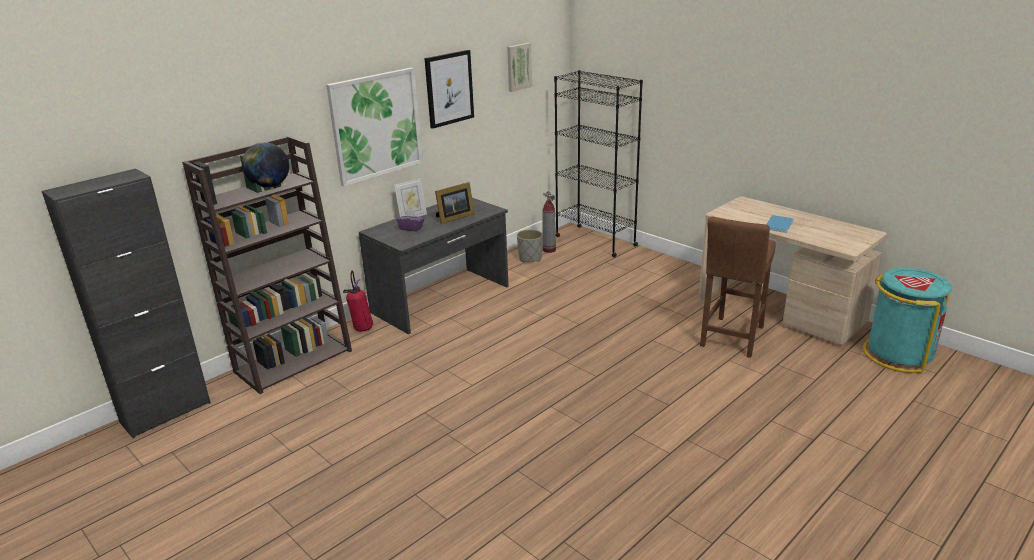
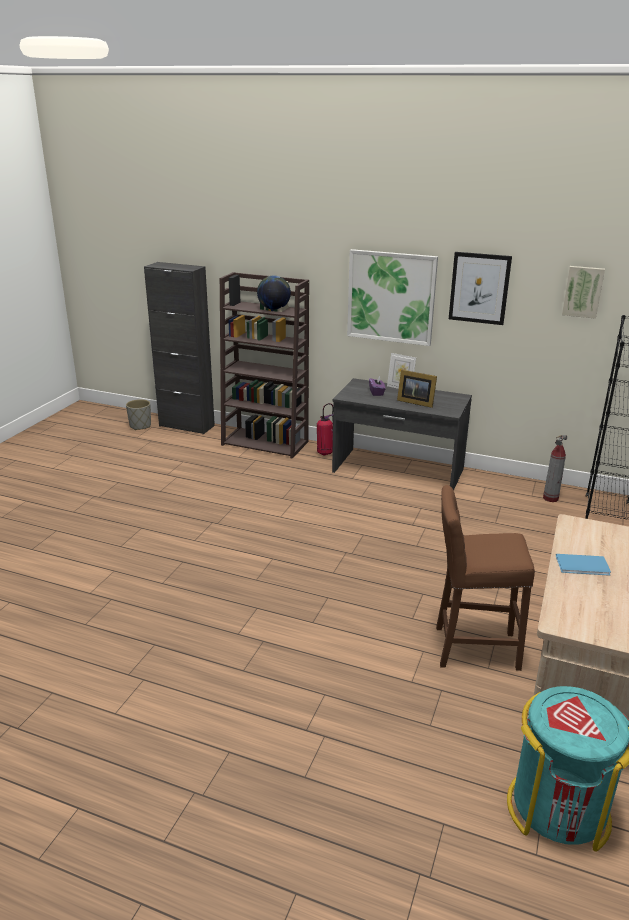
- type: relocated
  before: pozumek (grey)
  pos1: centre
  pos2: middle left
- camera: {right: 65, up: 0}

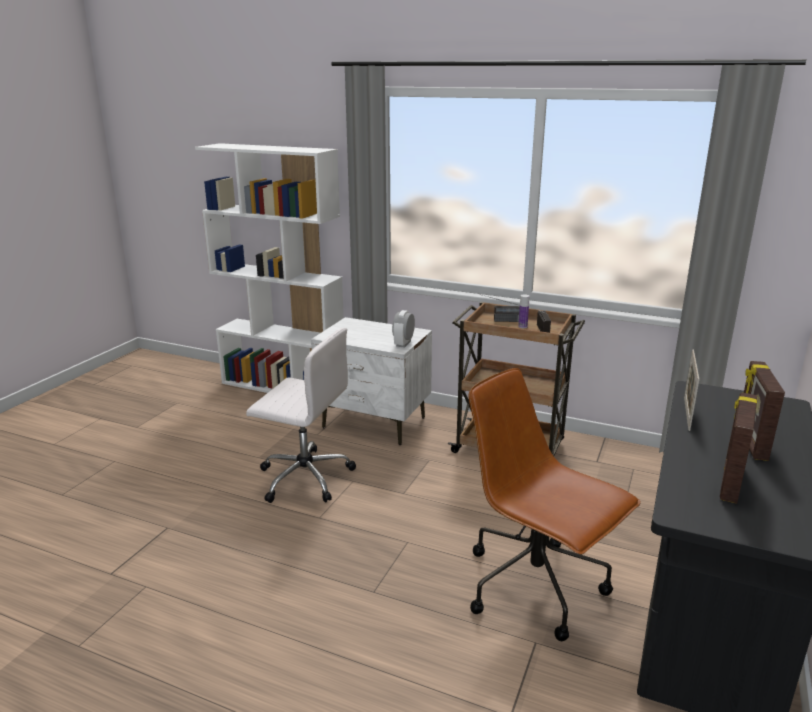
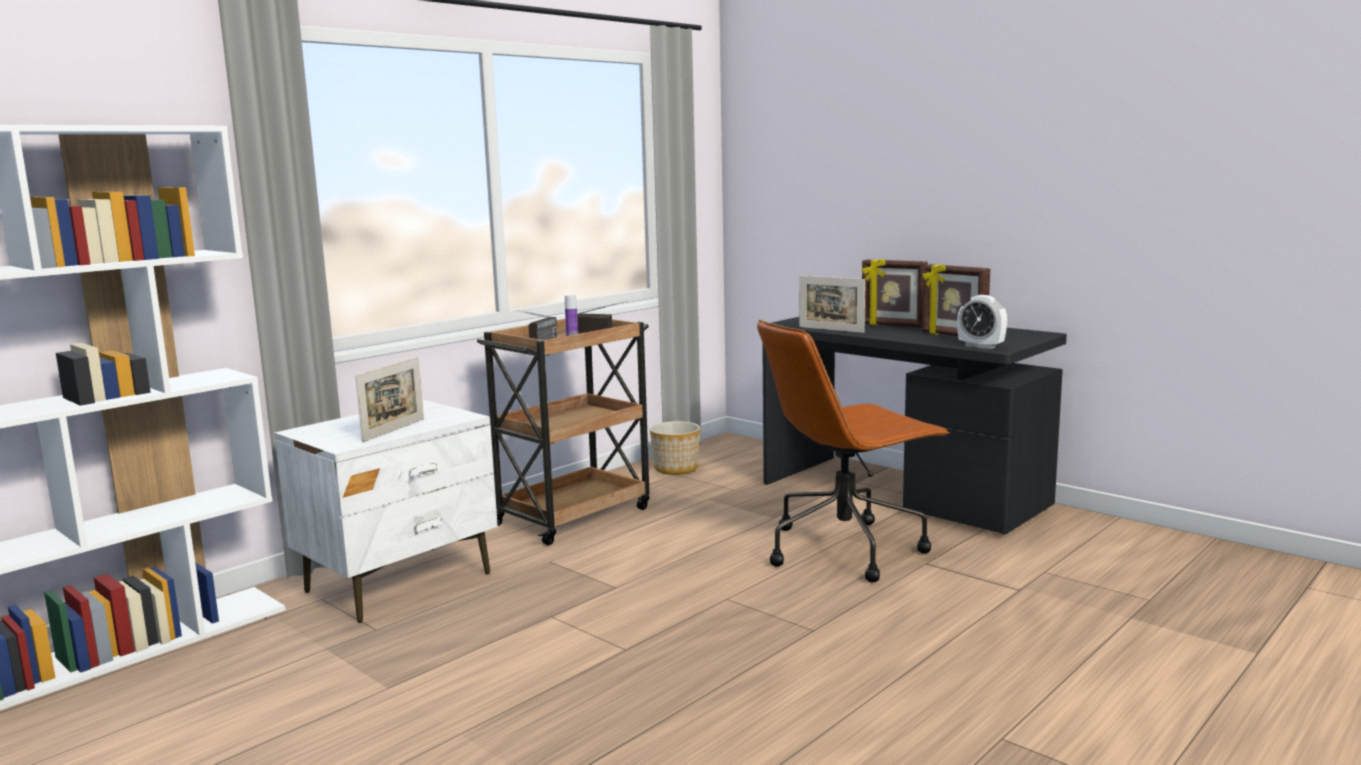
- type: missing
  before: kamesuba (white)
  pos1: centre
- type: appeared
  after: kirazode (no. 1 from left)
  pos2: middle left
- type: appeared
  after: pozumek
  pos2: centre
- type: relocated
  before: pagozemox
  pos1: centre
  pos2: middle right
- camera: {right: -70, up: -10}

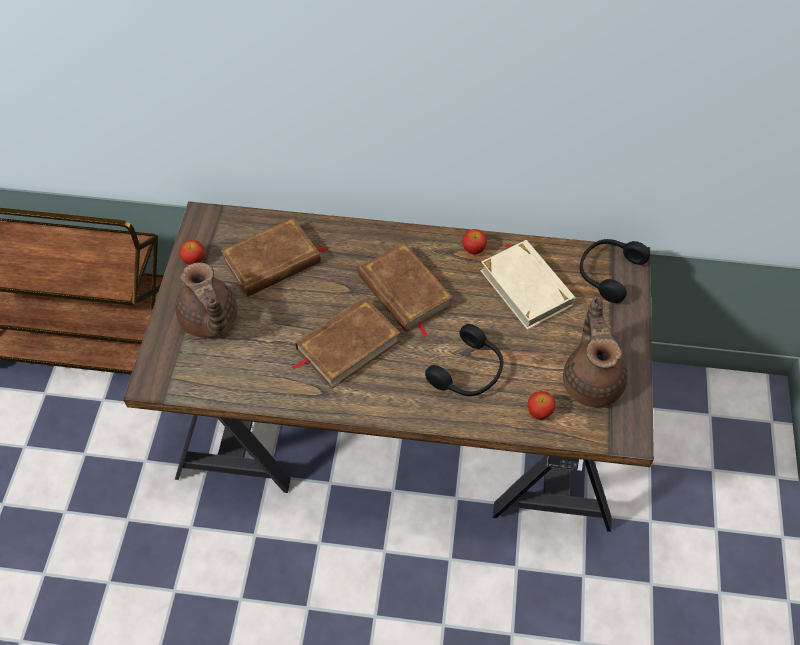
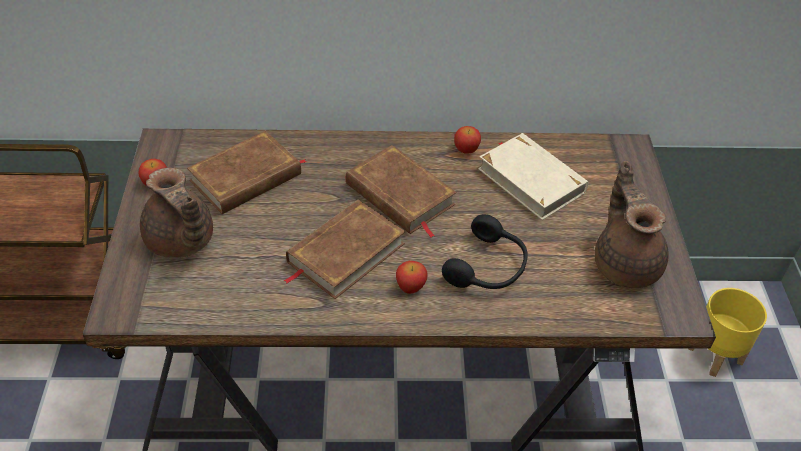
- type: missing
  before: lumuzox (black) (no. 2 from left)
  pos1: middle right
- type: appeared
  after: pozumek (yellow)
  pos2: bottom right
- type: relocated
  before: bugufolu (no. 3 from left in the first image)
  after: bugufolu (no. 2 from left)
  pos1: middle right
  pos2: centre
- camera: {right: -10, up: -10}

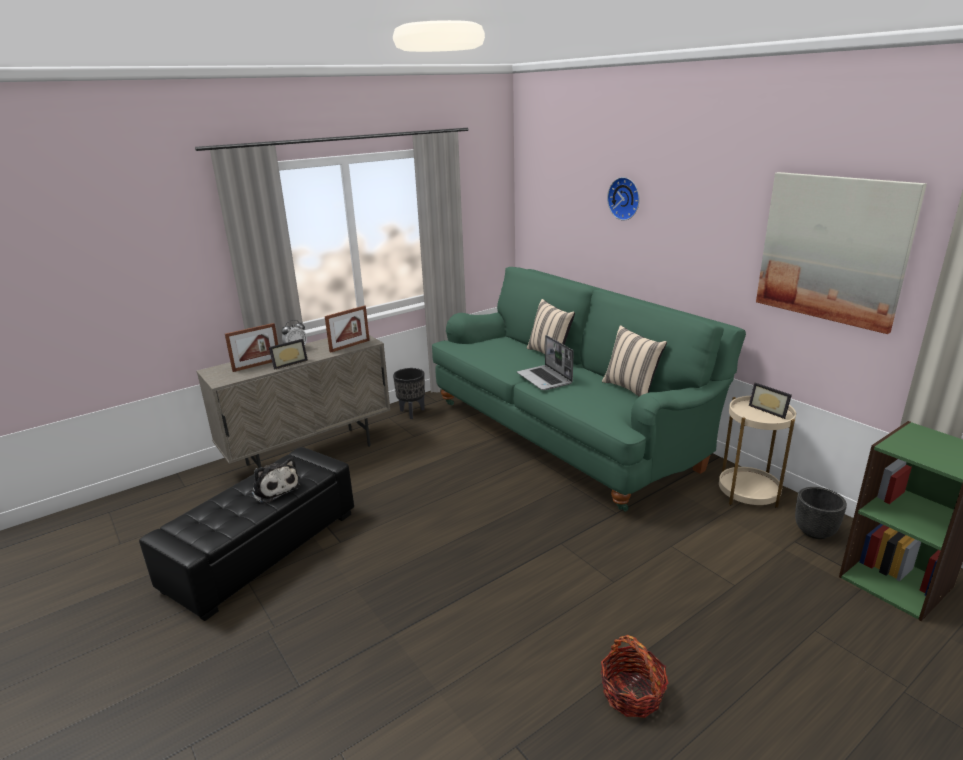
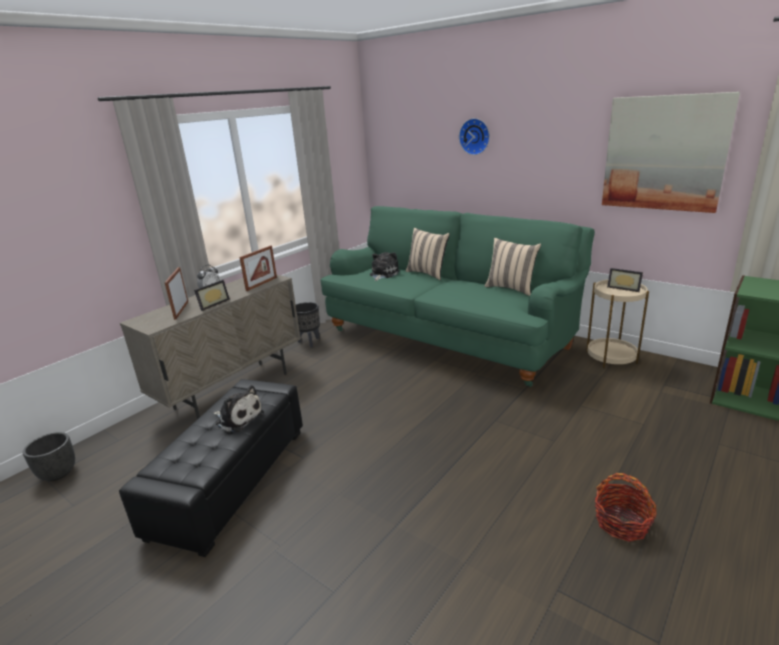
- type: missing
  before: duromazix
  pos1: centre
- type: appeared
  after: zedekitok (no. 2 from left)
  pos2: centre
- type: relocated
  before: pozumek (black) (no. 2 from left in the first image)
  after: pozumek (black) (no. 1 from left)
  pos1: bottom right
  pos2: bottom left
- type: spun
  before: kirazode (no. 1 from left)
  pos1: middle left
  pos2: middle left
  turn: 135
- camera: {right: -15, up: 0}

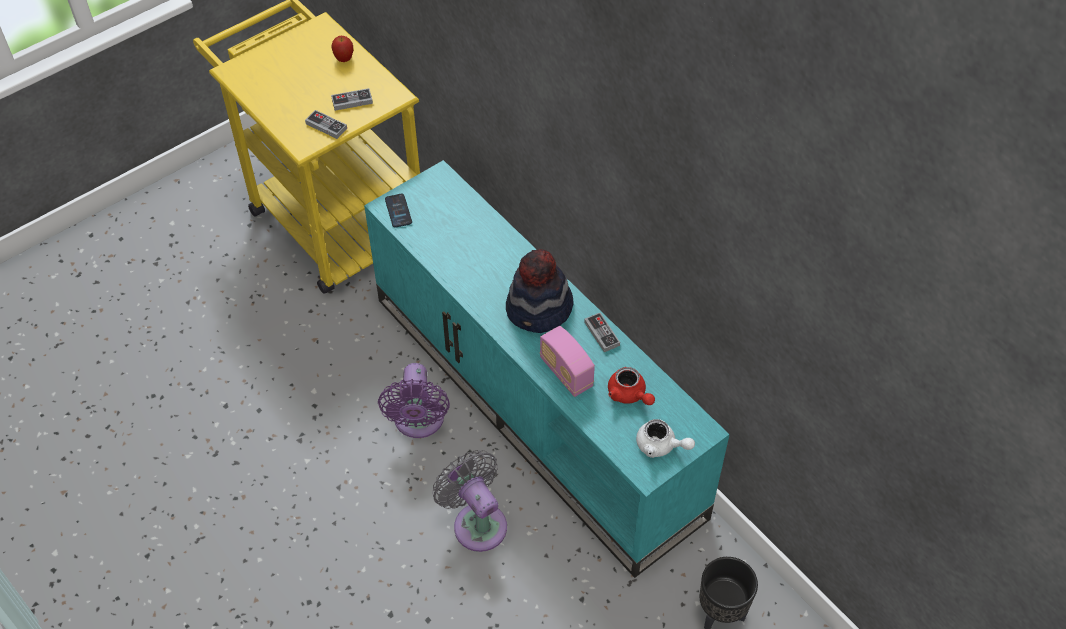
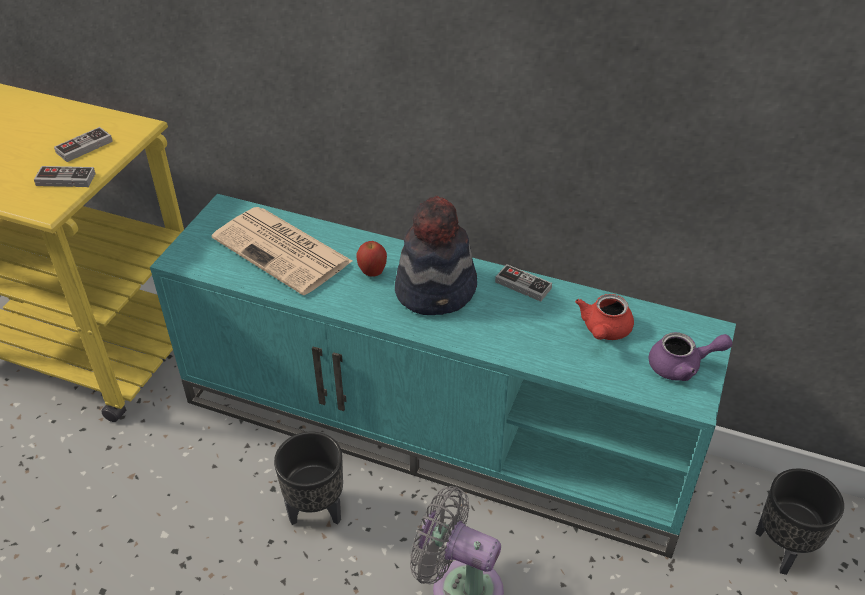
- type: missing
  before: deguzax
  pos1: centre
- type: missing
  before: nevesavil
  pos1: centre
- type: appeared
  after: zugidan
  pos2: middle left
- type: relocated
  before: bugufolu
  pos1: top left
  pos2: centre
- type: exchanged
  before: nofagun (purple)
  after: pozumek (black) (no. 1 from left)
  pos1: centre
  pos2: bottom centre
- type: colour
  before: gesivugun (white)
  after: gesivugun (purple)
  pos1: bottom centre
  pos2: middle right
- type: spun
  before: gesivugun (red)
  pos1: centre
  pos2: middle right
  turn: 90
- camera: {right: -30, up: -10}

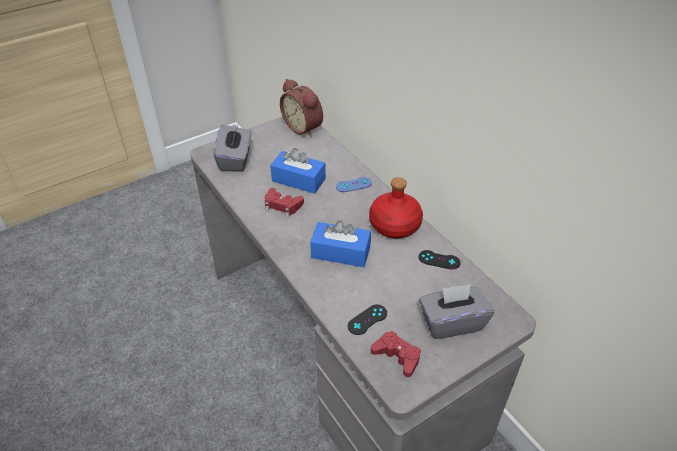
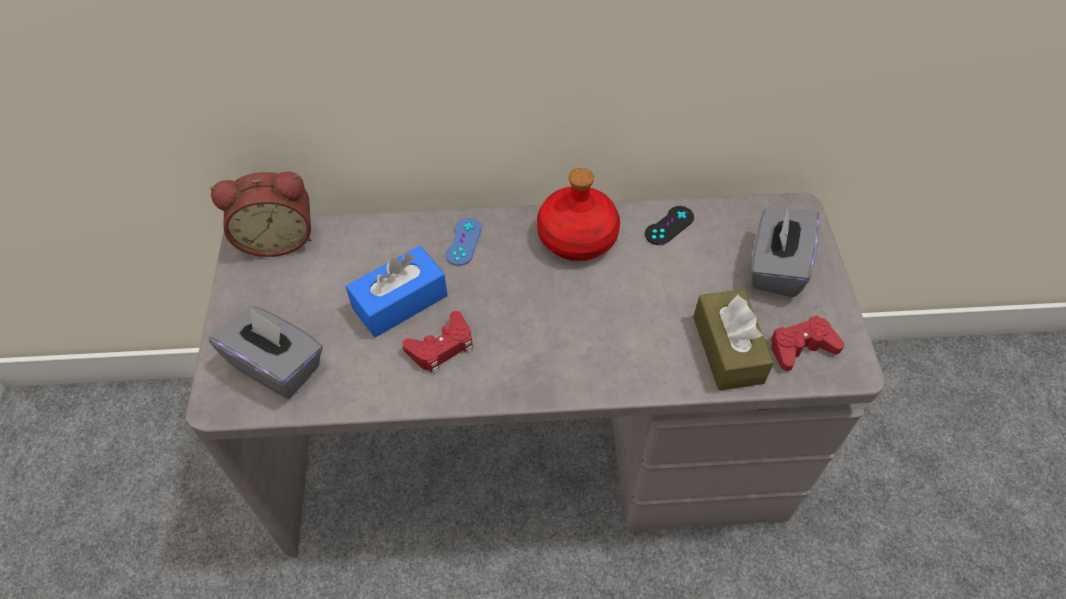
- type: missing
  before: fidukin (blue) (no. 2 from left)
  pos1: centre
- type: exchanged
  before: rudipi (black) (no. 1 from left)
  after: fidukin (brown)
  pos1: bottom centre
  pos2: middle right
- camera: {right: -60, up: 10}

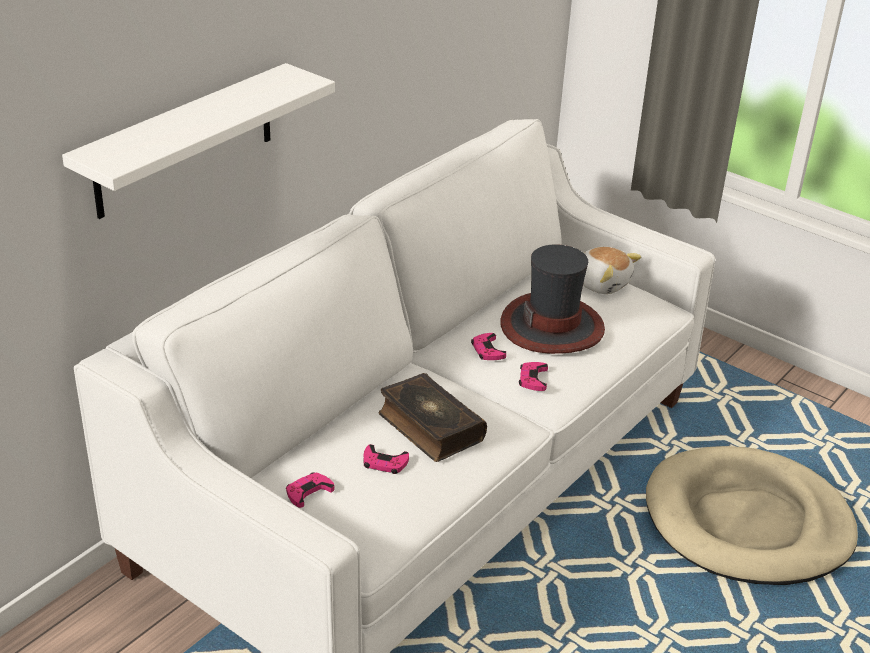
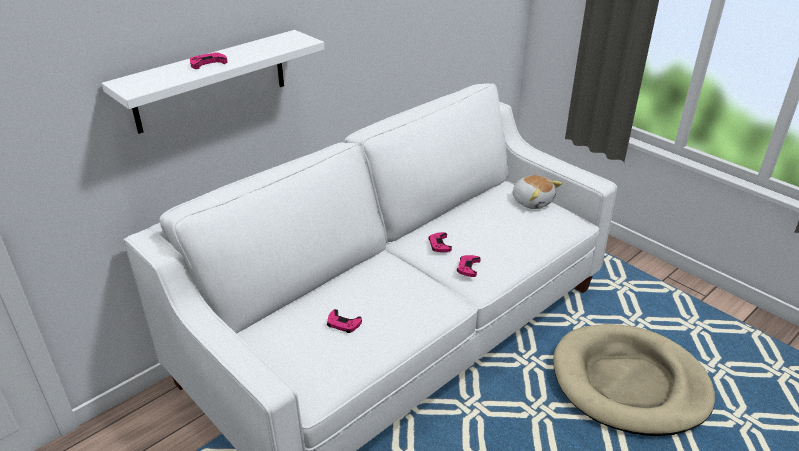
- type: missing
  before: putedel
  pos1: centre
- type: missing
  before: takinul
  pos1: centre
- type: relocated
  before: rudipi (pink) (no. 1 from left)
  pos1: bottom centre
  pos2: top left
- camera: {right: 10, up: 0}

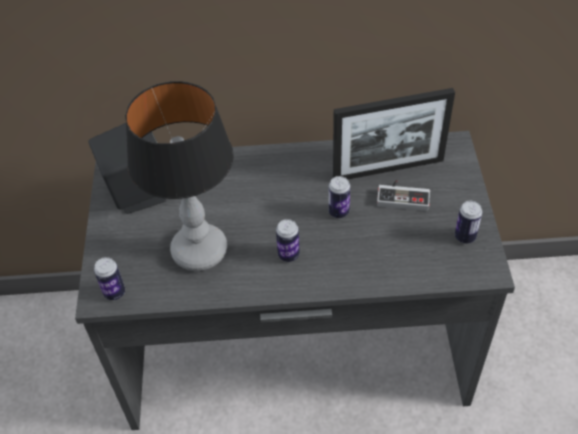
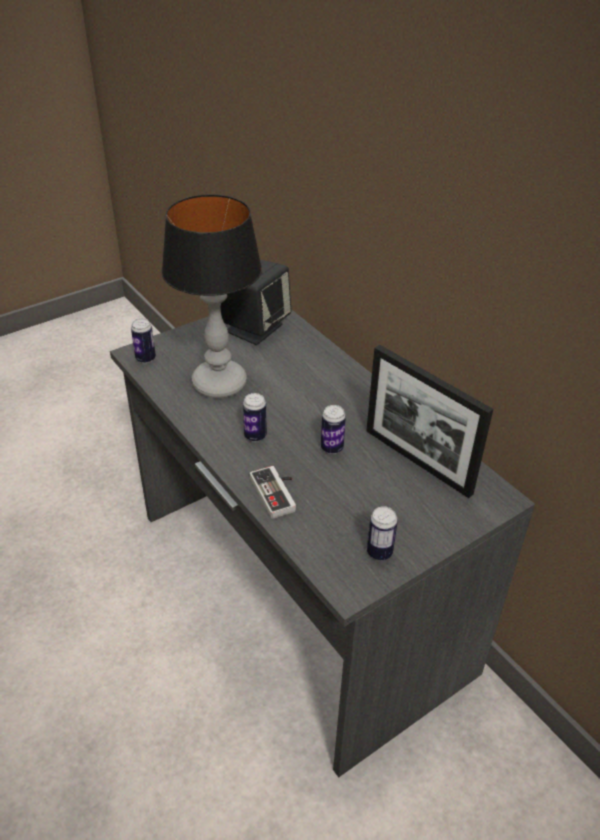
- type: relocated
  before: rudipi
  pos1: middle right
  pos2: centre
- camera: {right: 55, up: -10}

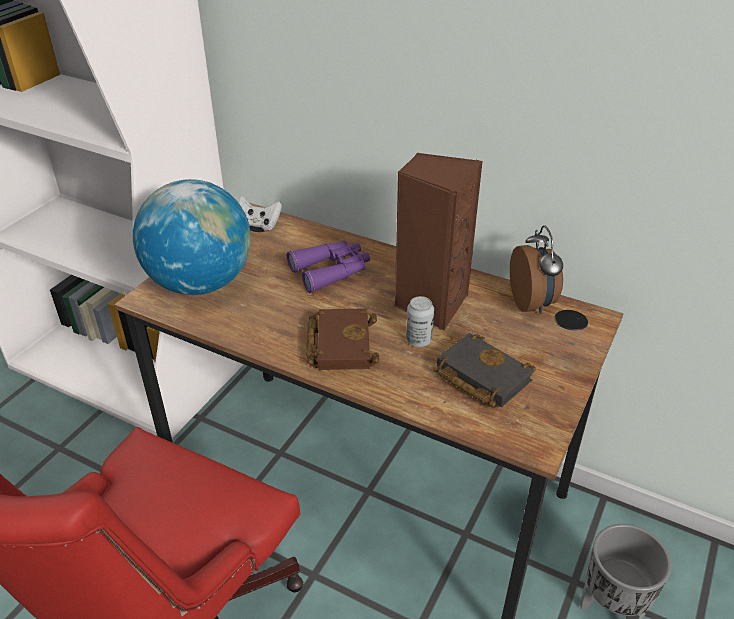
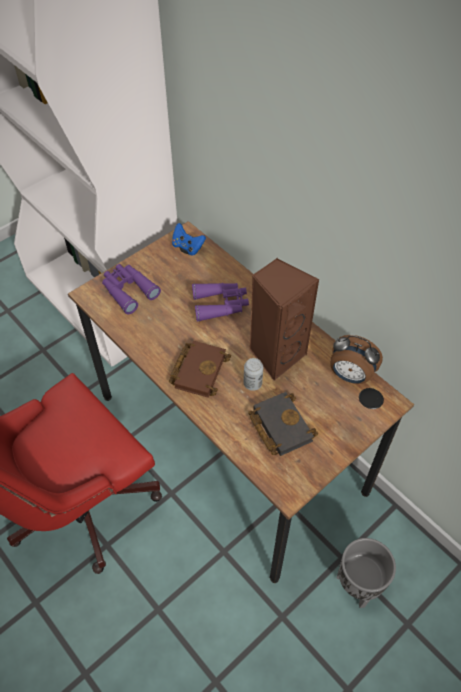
- type: exchanged
  before: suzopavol
  after: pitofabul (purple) (no. 1 from left)
  pos1: middle left
  pos2: middle left
- type: colour
  before: rudipi (white)
  after: rudipi (blue)
  pos1: centre
  pos2: centre
- type: spun
  before: pagozemox
  pos1: middle right
  pos2: middle right
  turn: 105
- camera: {right: 20, up: 15}

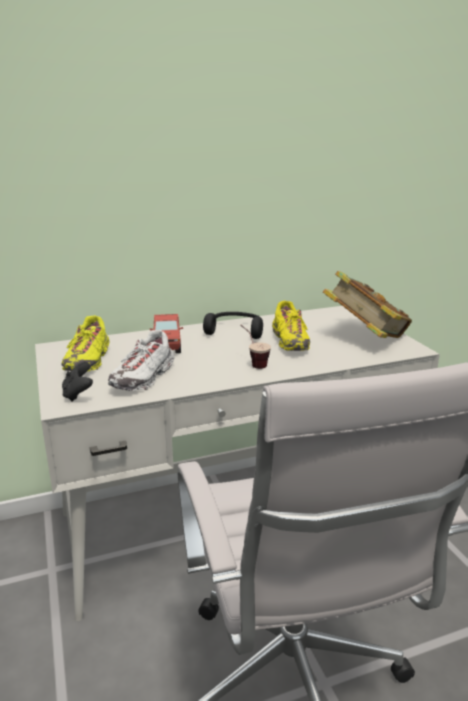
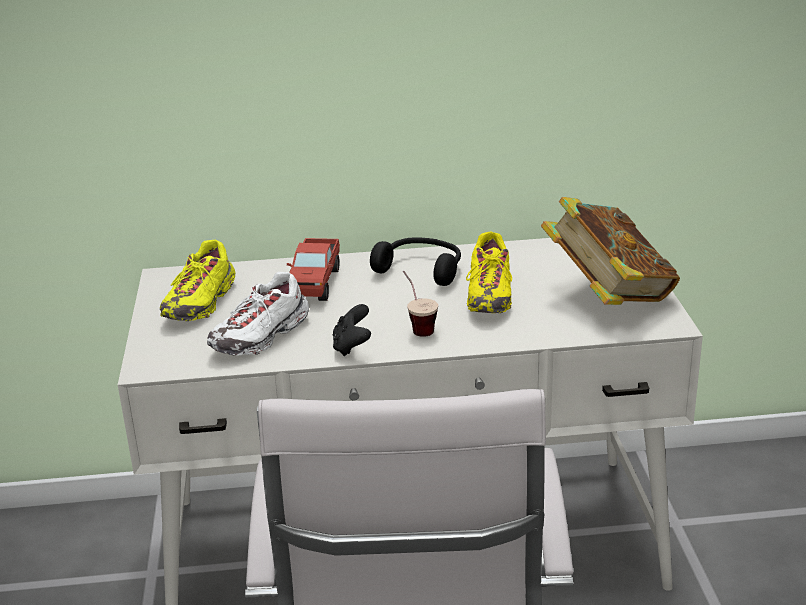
- type: relocated
  before: rudipi (black)
  pos1: middle left
  pos2: centre
- camera: {right: 15, up: 5}

